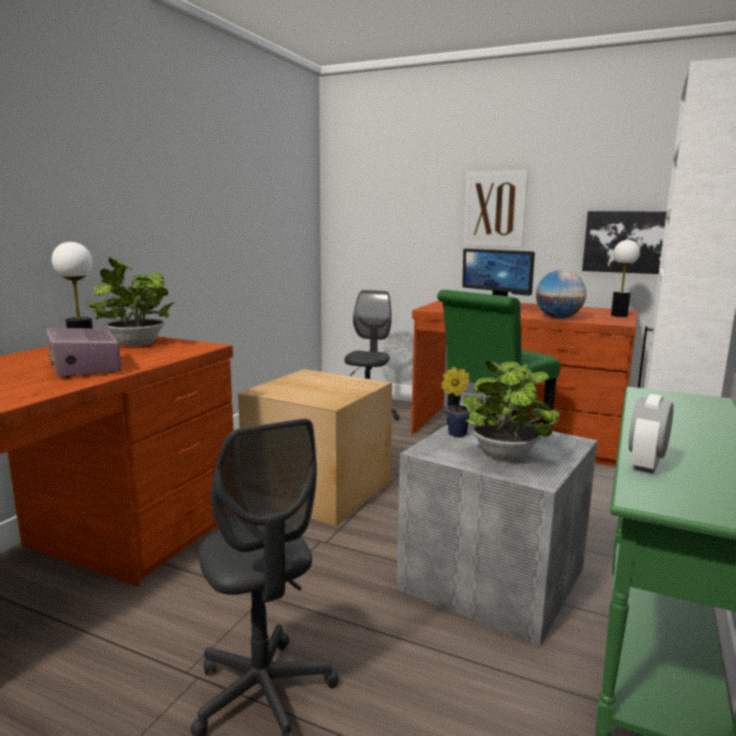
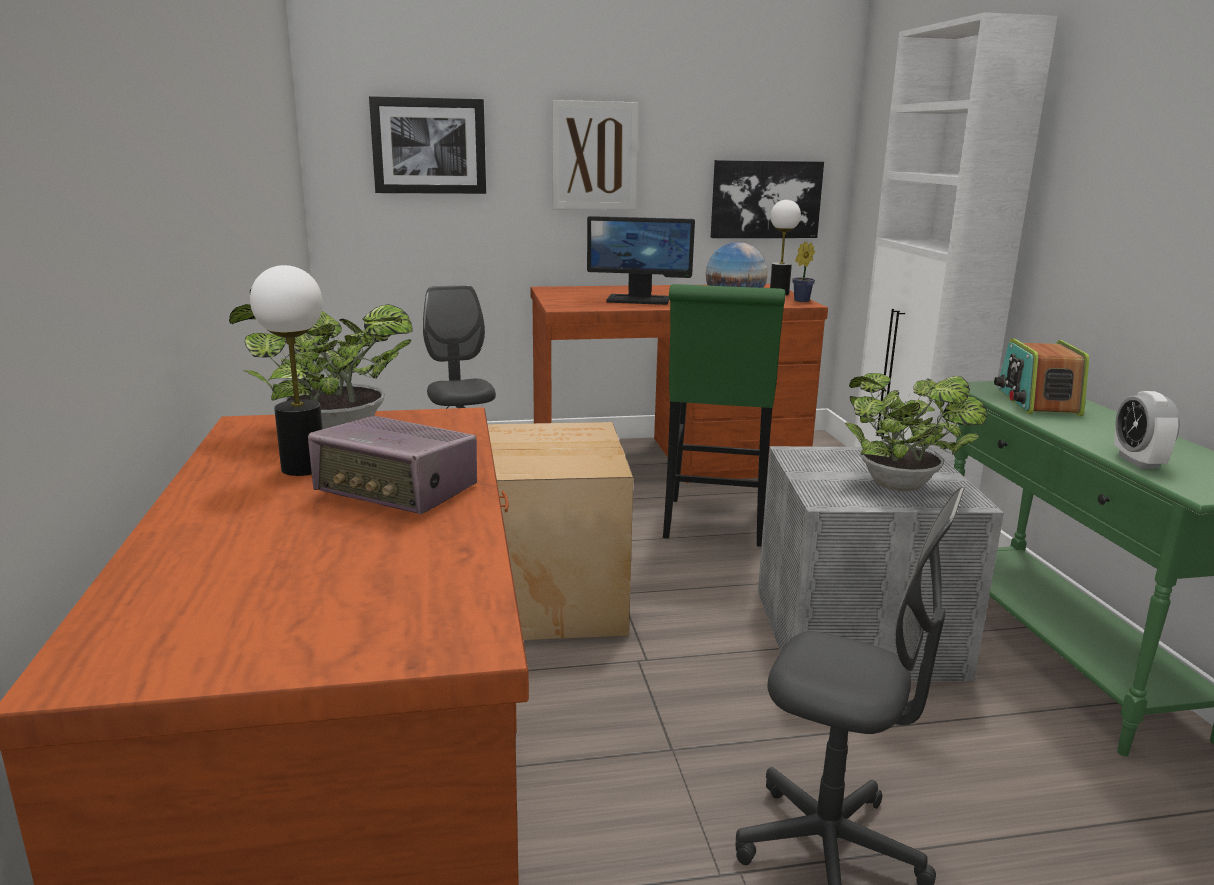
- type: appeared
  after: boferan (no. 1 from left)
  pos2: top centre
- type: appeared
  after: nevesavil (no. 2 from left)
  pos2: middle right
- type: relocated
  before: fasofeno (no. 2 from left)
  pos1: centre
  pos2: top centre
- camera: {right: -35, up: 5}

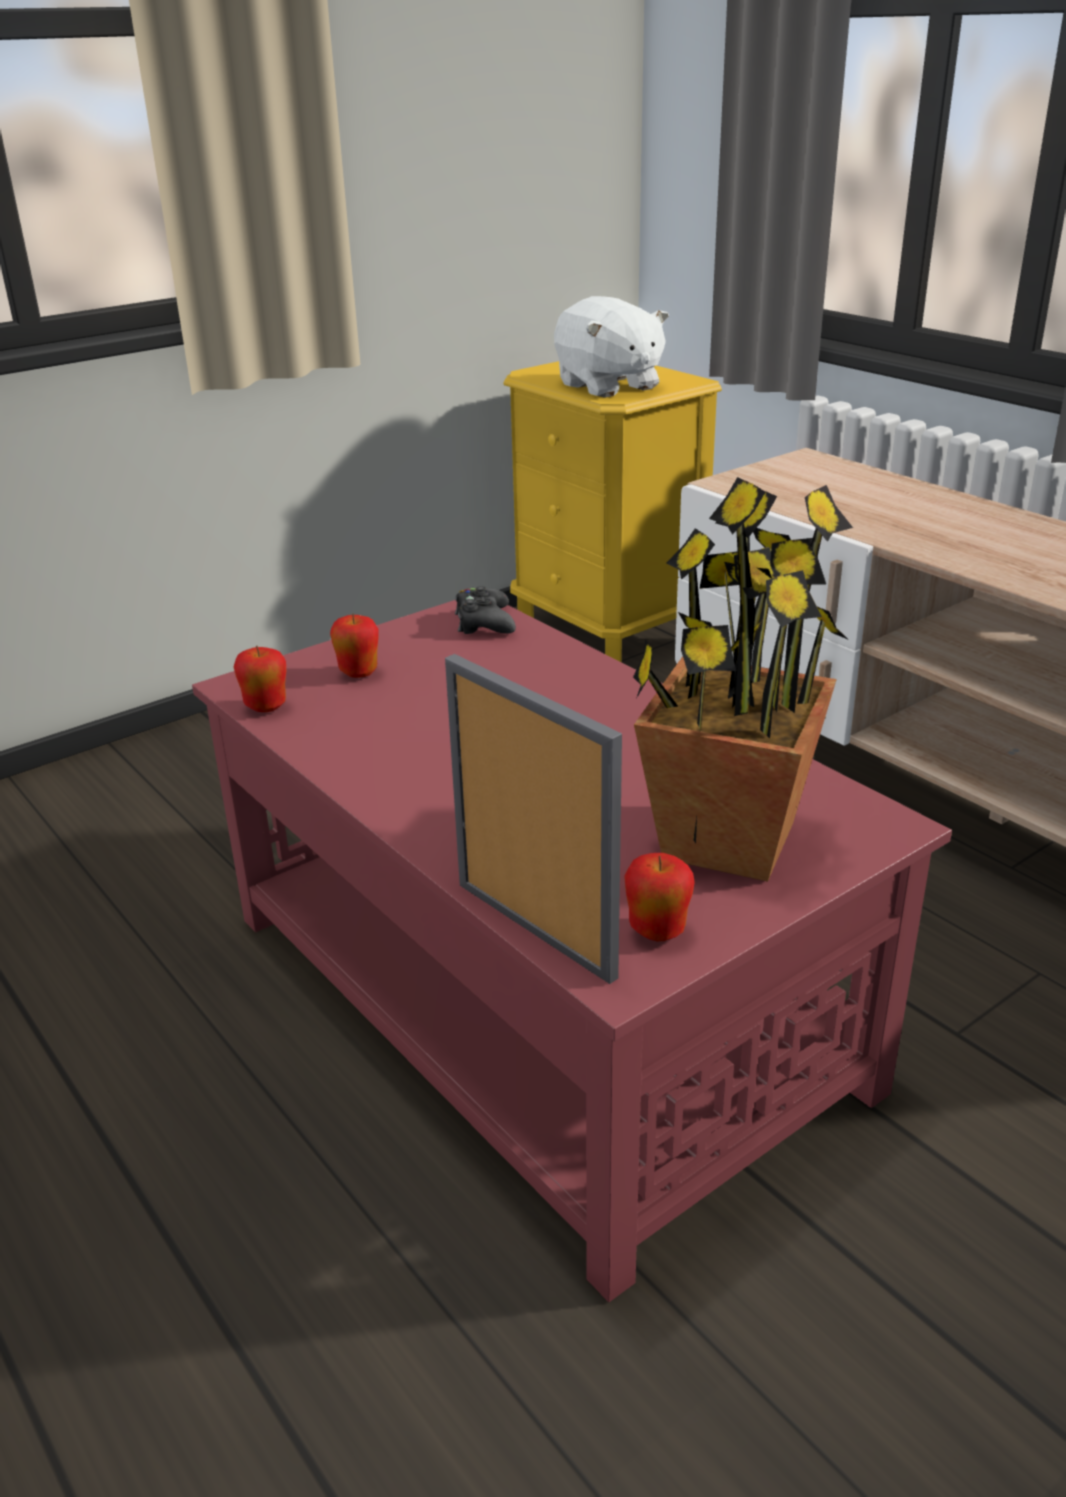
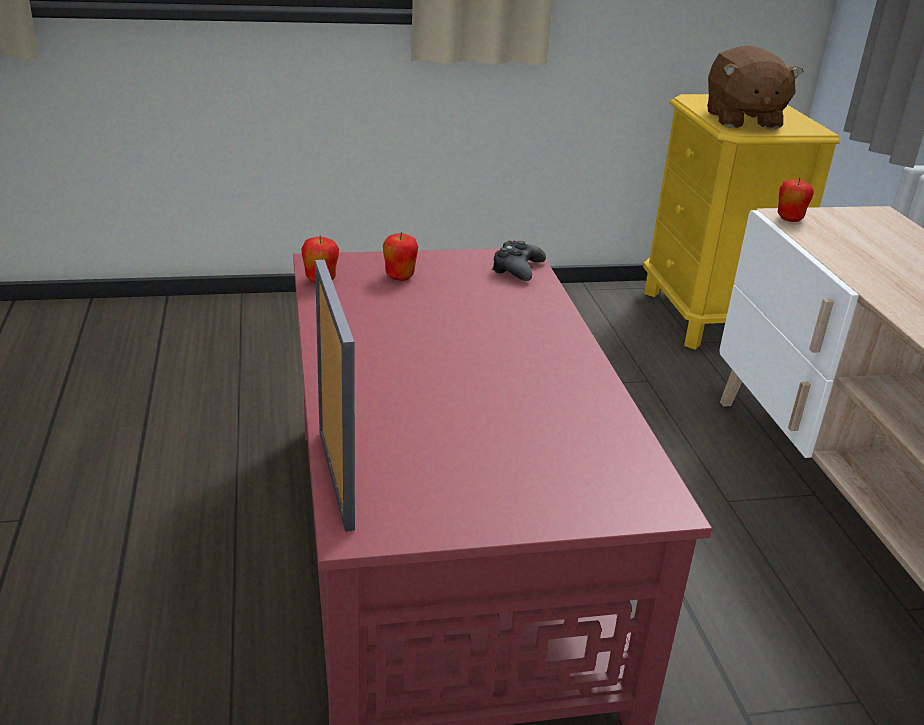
- type: missing
  before: fasofeno
  pos1: middle right
- type: relocated
  before: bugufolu (no. 3 from left)
  pos1: centre
  pos2: top right
- type: colour
  before: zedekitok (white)
  after: zedekitok (brown)
  pos1: top centre
  pos2: top right
- camera: {right: 25, up: 0}

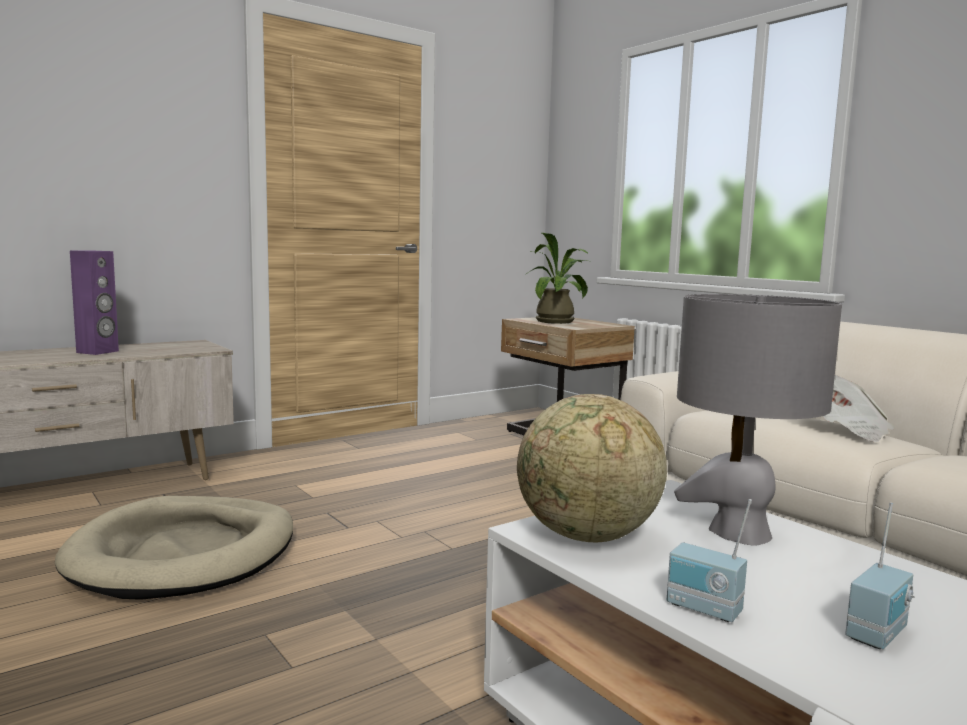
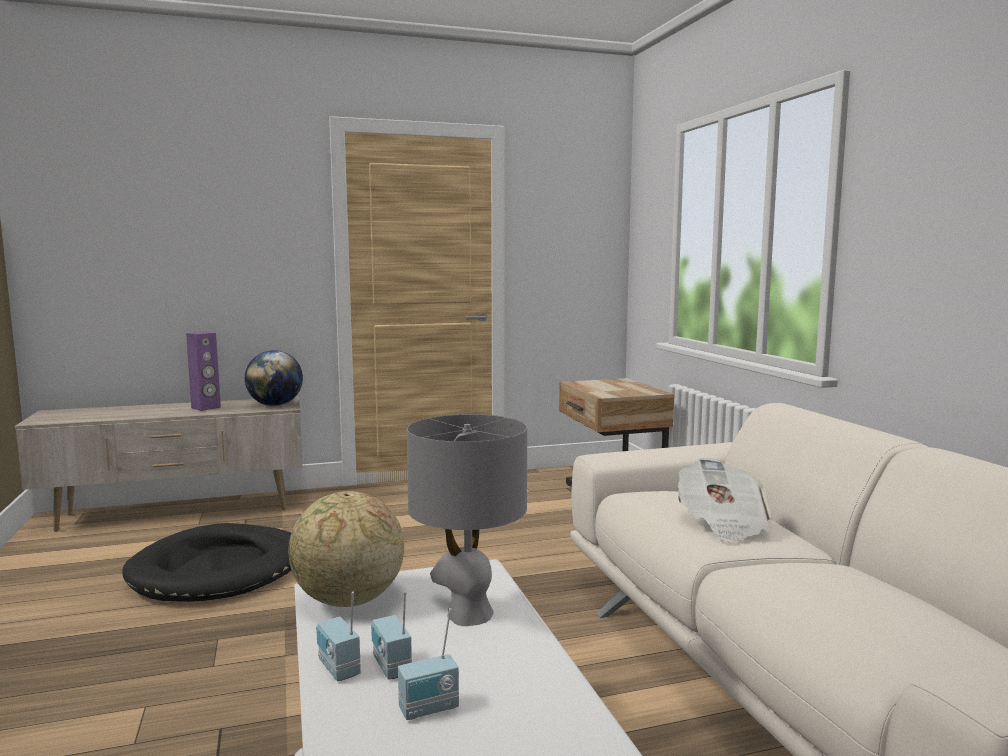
- type: missing
  before: fasofeno
  pos1: centre
- type: appeared
  after: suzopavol (no. 1 from left)
  pos2: middle left
- type: appeared
  after: nevesavil (no. 2 from left)
  pos2: bottom centre
- type: colour
  before: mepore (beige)
  after: mepore (black)
  pos1: bottom left
  pos2: bottom left
- camera: {right: 20, up: 0}

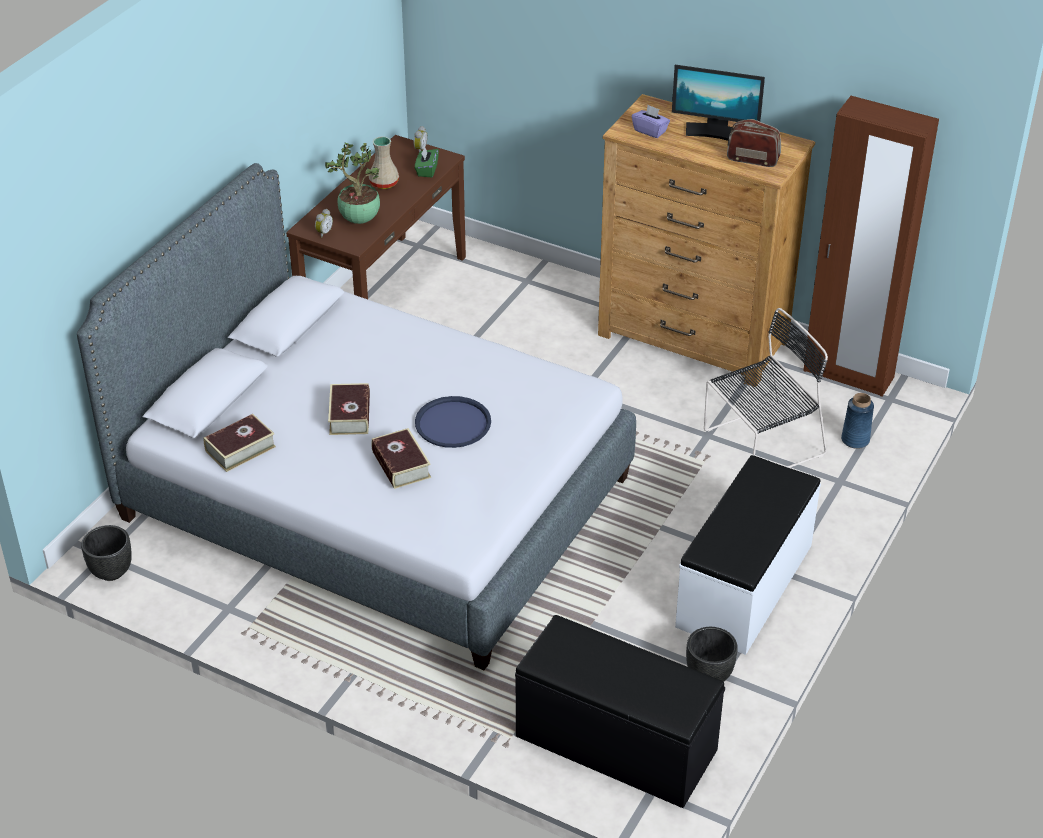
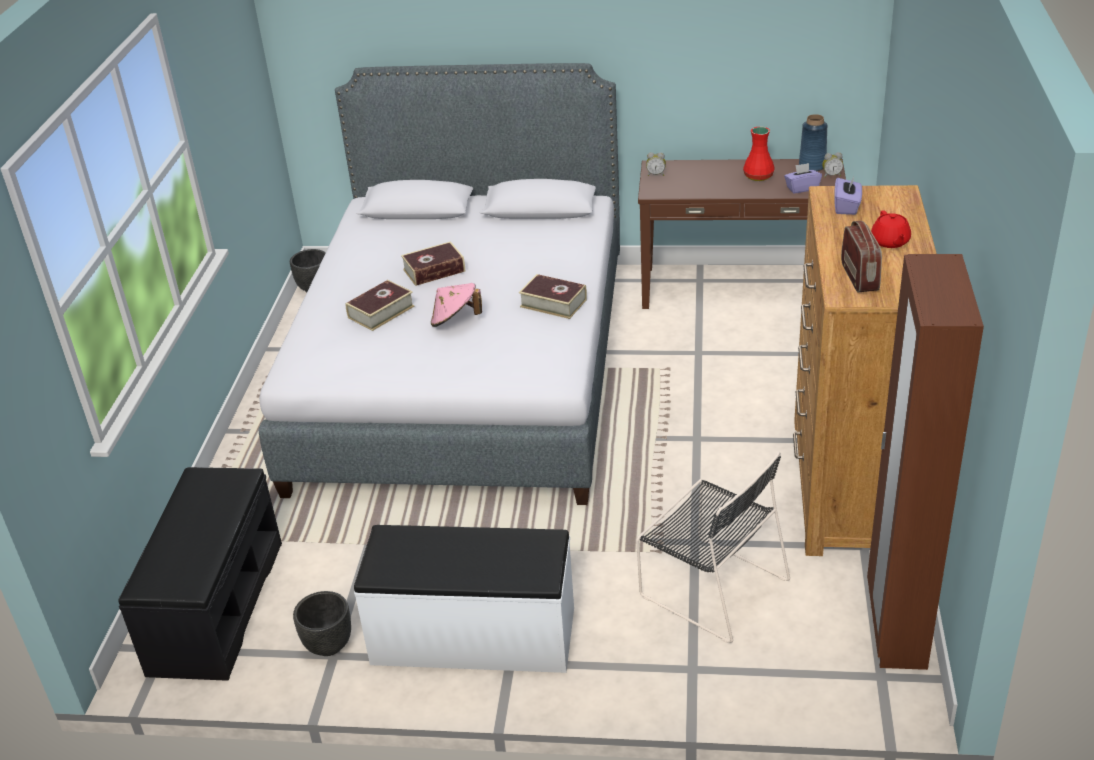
- type: missing
  before: fasofeno
  pos1: top centre
- type: relocated
  before: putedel (no. 1 from left in the first image)
  after: putedel (no. 3 from left)
  pos1: middle left
  pos2: centre
- type: relocated
  before: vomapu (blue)
  pos1: middle right
  pos2: top right
- type: exchanged
  before: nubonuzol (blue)
  after: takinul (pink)
  pos1: centre
  pos2: centre
- type: exchanged
  before: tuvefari
  after: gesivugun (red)
  pos1: top right
  pos2: top right
- type: colour
  before: vomapu (beige)
  after: vomapu (red)
  pos1: top centre
  pos2: top right
- type: colour
  before: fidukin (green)
  after: fidukin (purple) (no. 1 from left)
  pos1: top centre
  pos2: top right
- camera: {right: 70, up: -5}

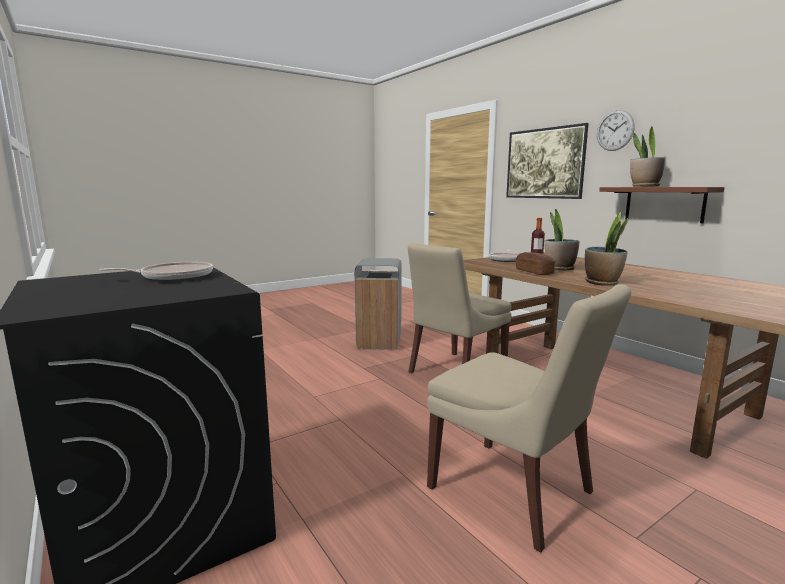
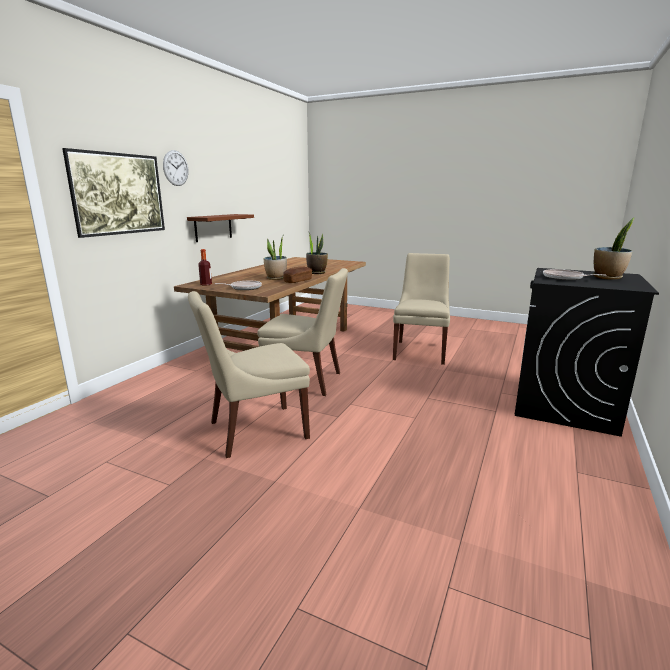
- type: relocated
  before: fasofeno (no. 3 from left)
  pos1: top right
  pos2: middle right
- type: exchanged
  before: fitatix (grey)
  after: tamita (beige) (no. 1 from left)
  pos1: centre
  pos2: centre
- camera: {right: -120, up: 5}

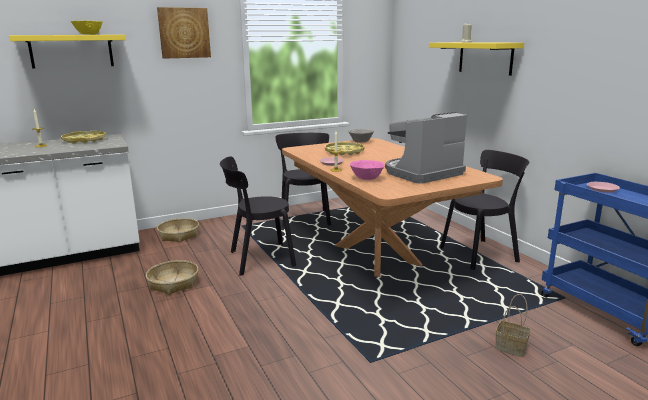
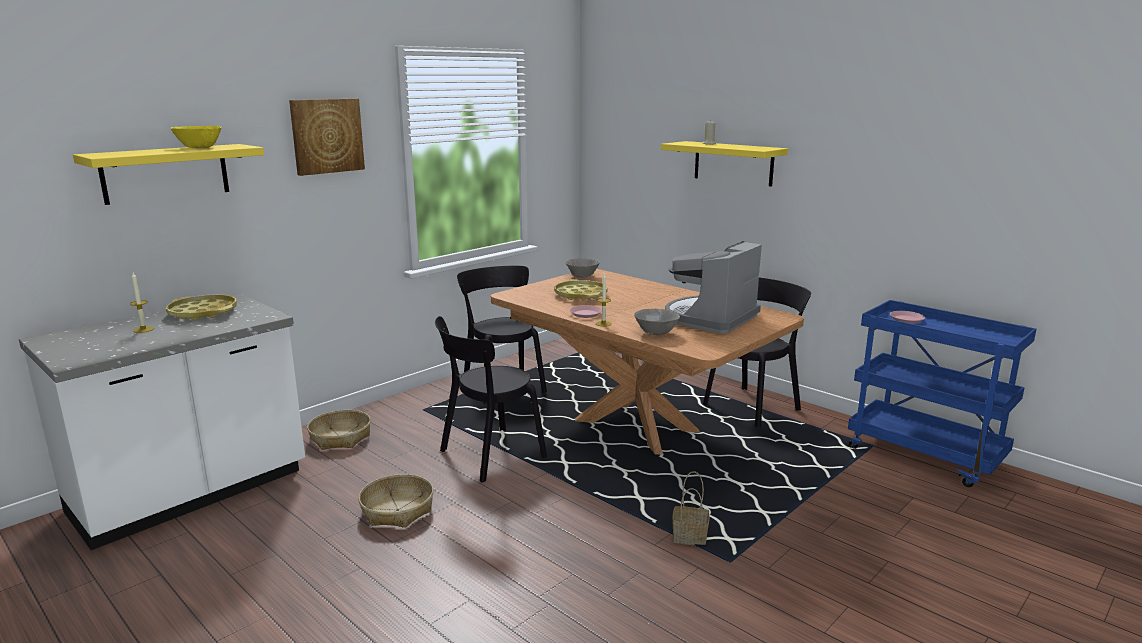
- type: relocated
  before: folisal (no. 3 from left)
  pos1: bottom right
  pos2: bottom centre
- type: colour
  before: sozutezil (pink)
  after: sozutezil (grey) (no. 2 from left)
  pos1: centre
  pos2: centre
- camera: {right: -20, up: 0}

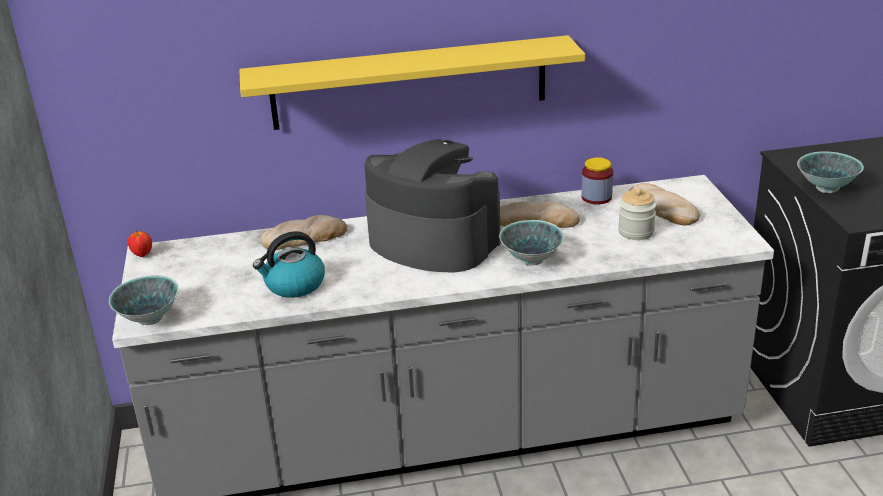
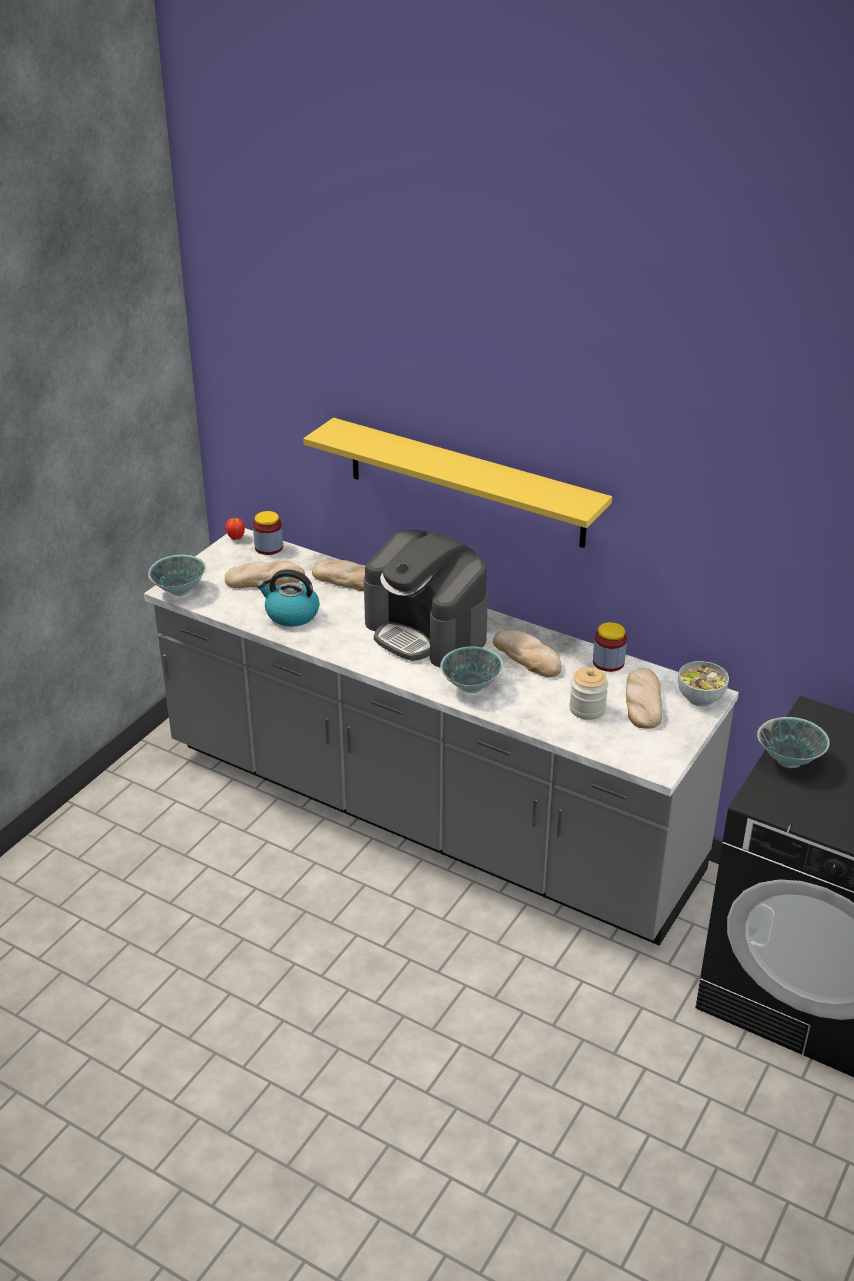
- type: appeared
  after: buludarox (no. 1 from left)
  pos2: middle left
- type: appeared
  after: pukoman (no. 1 from left)
  pos2: middle left
- type: appeared
  after: sozutezil (no. 3 from left)
  pos2: middle right
- type: spun
  before: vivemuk
  pos1: centre
  pos2: centre
  turn: 150
- camera: {right: 40, up: 5}

